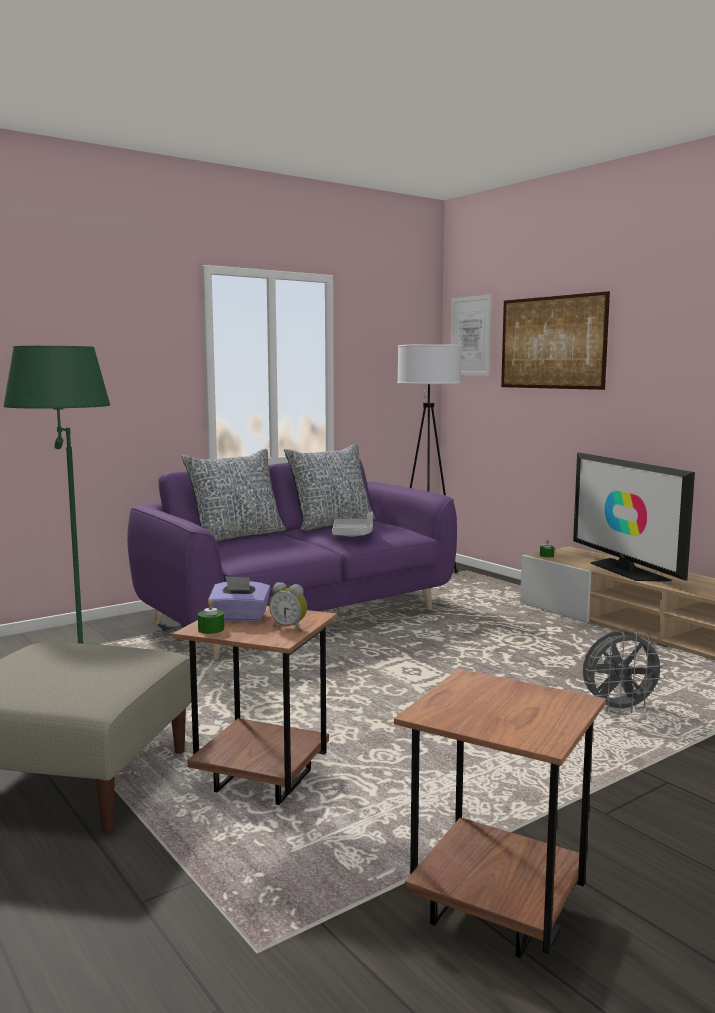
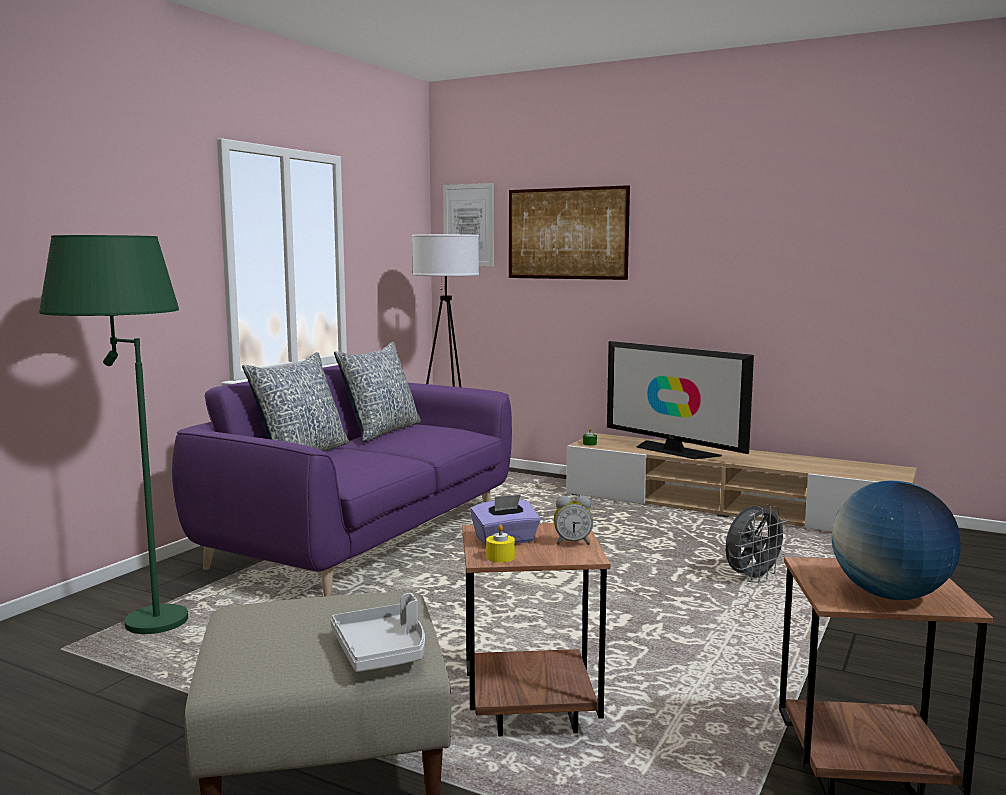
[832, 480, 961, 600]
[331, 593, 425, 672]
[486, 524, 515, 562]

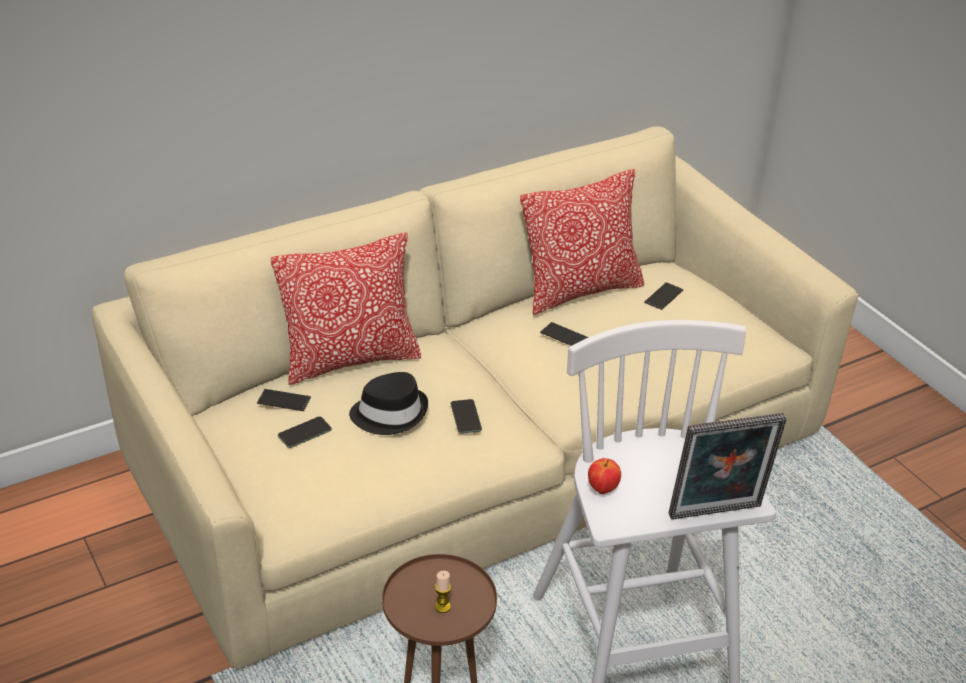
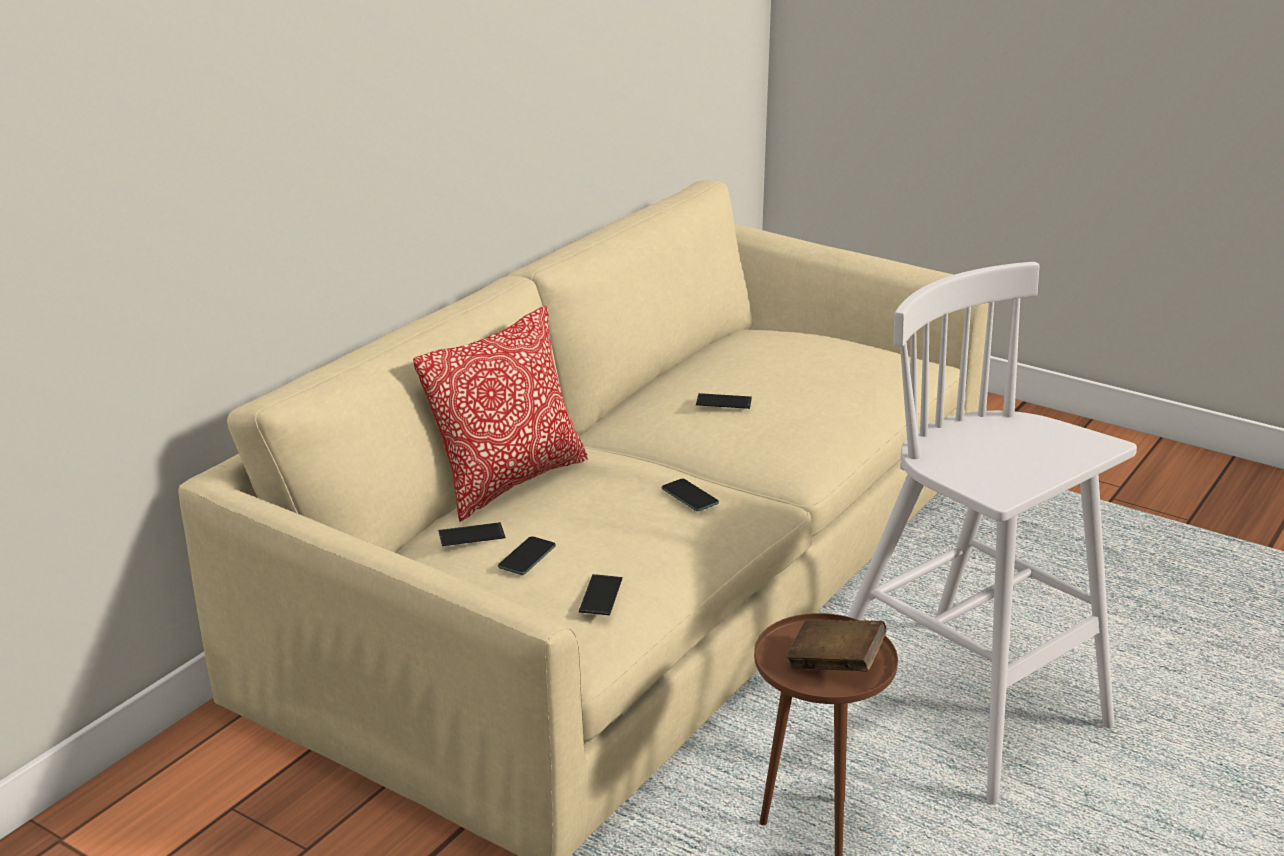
[349, 372, 428, 435] (first image)
[520, 169, 644, 315] (first image)
[588, 458, 621, 494] (first image)
[669, 413, 787, 520] (first image)
[579, 574, 623, 615]
[786, 620, 886, 671]

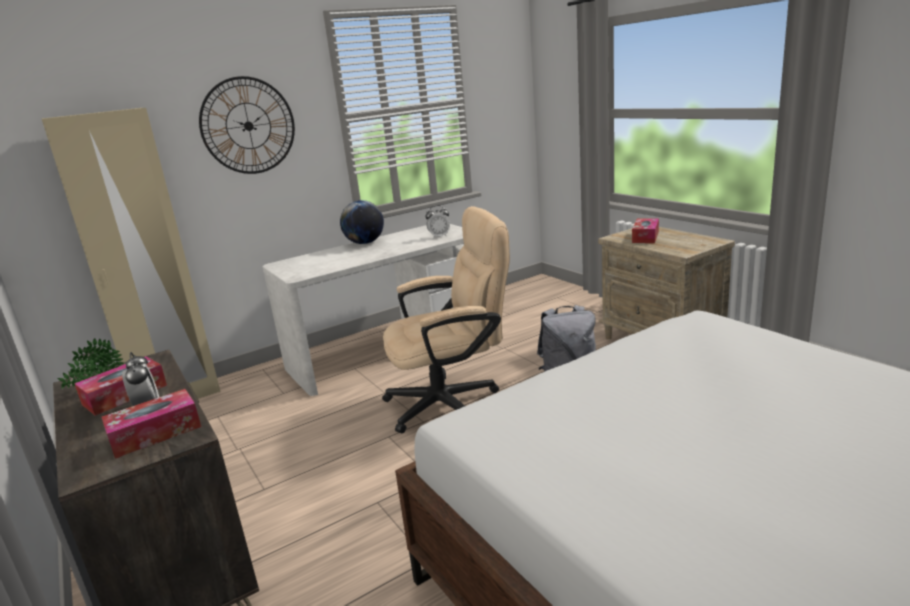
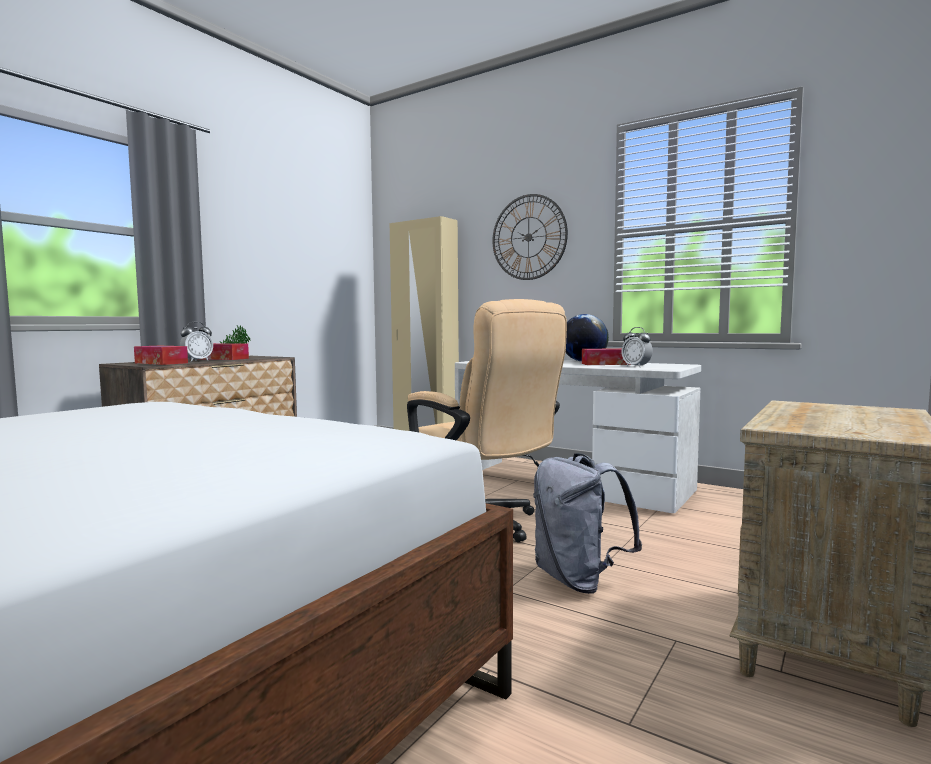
[582, 348, 630, 365]

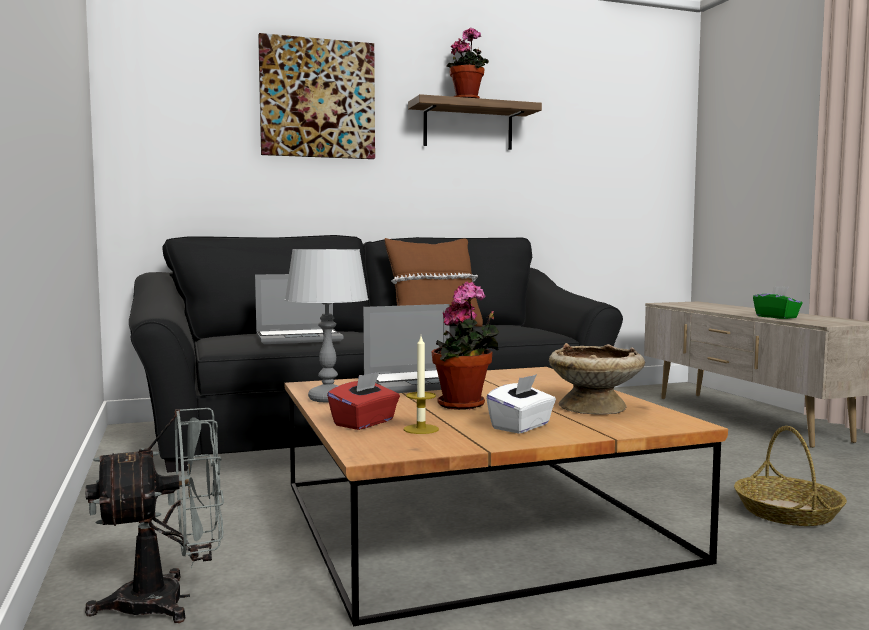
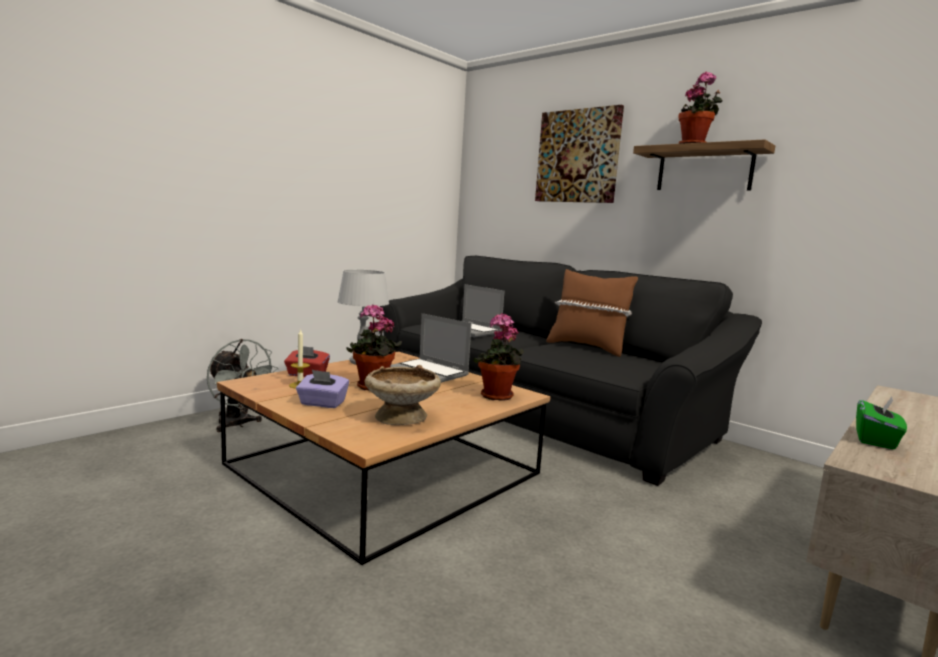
[734, 426, 847, 526] (first image)
[473, 313, 524, 400]
[296, 370, 349, 408]

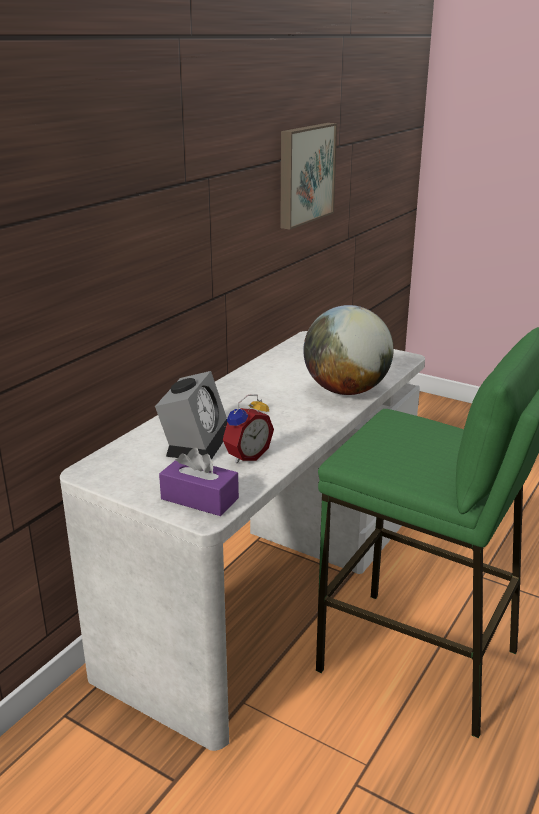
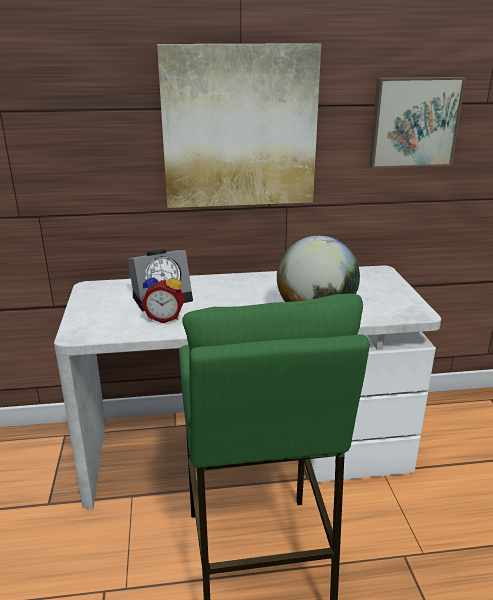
[159, 448, 239, 516] (first image)
[157, 43, 321, 208]

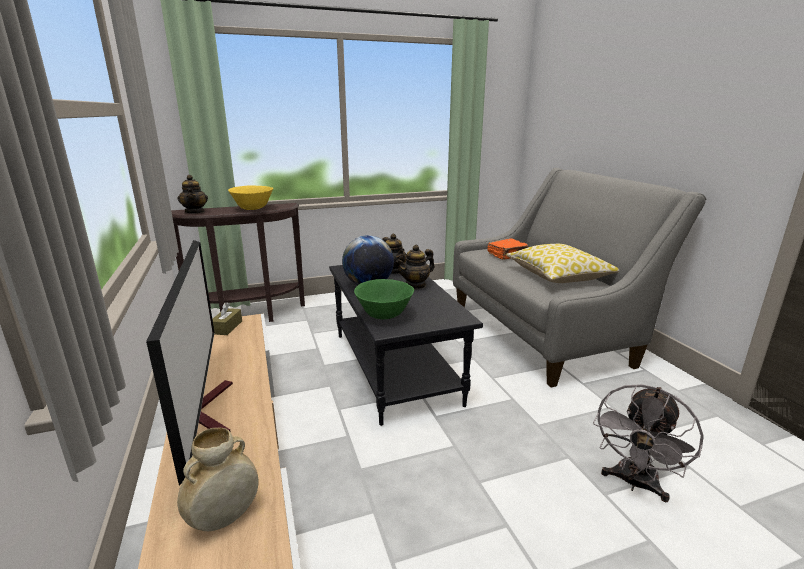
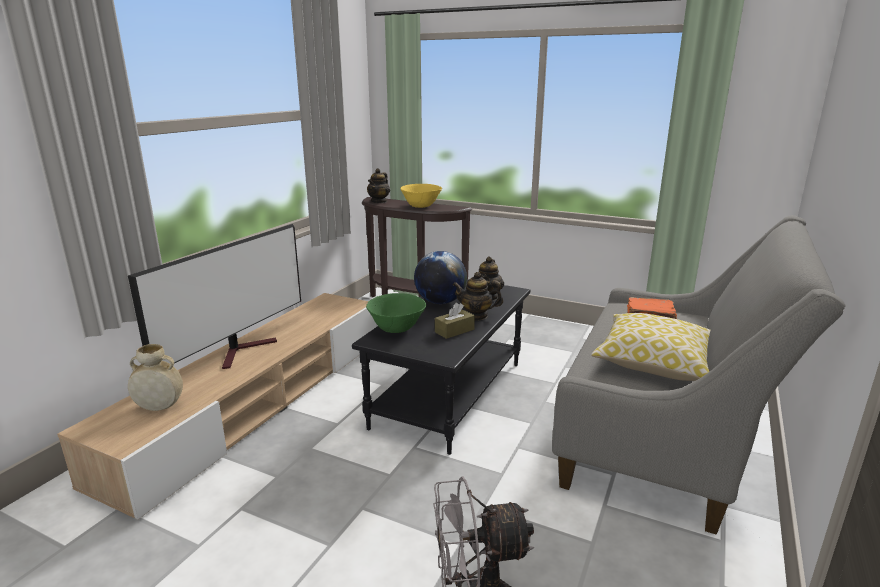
[435, 303, 475, 339]

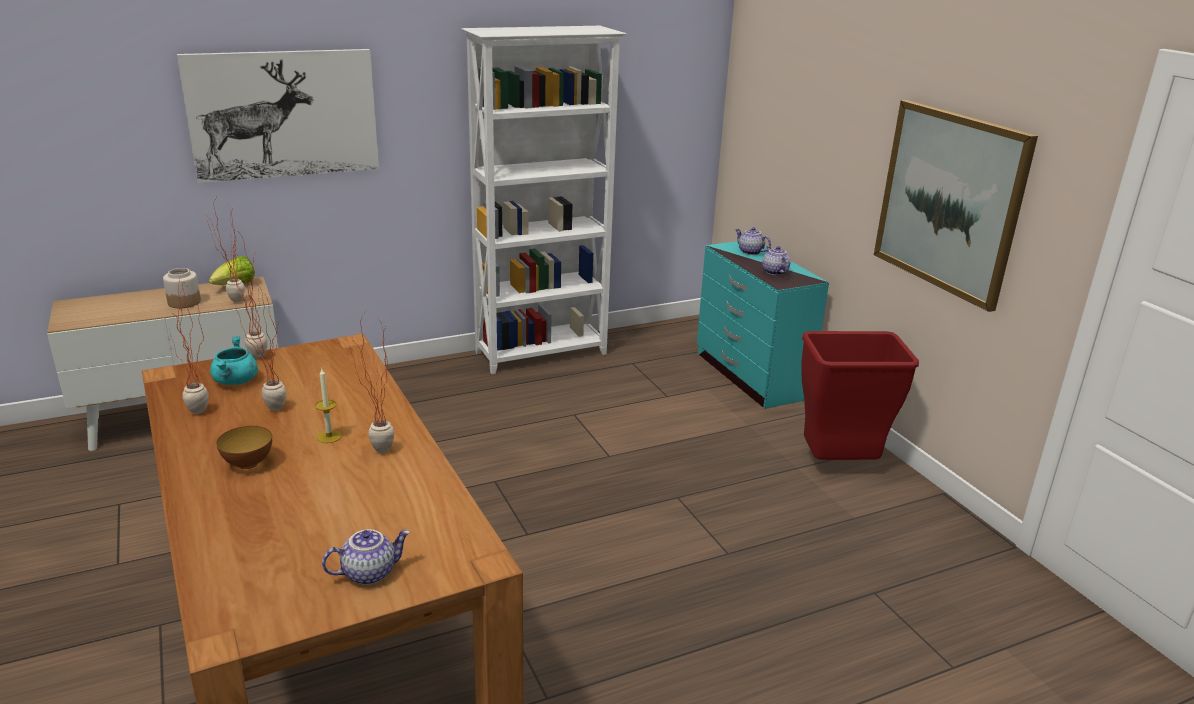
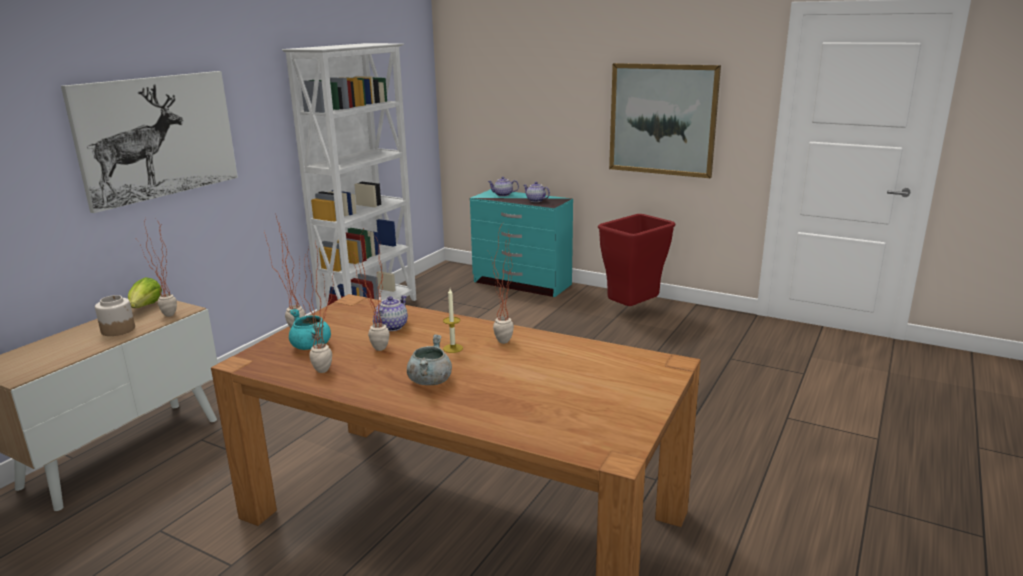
[373, 295, 408, 331]
[407, 334, 452, 385]

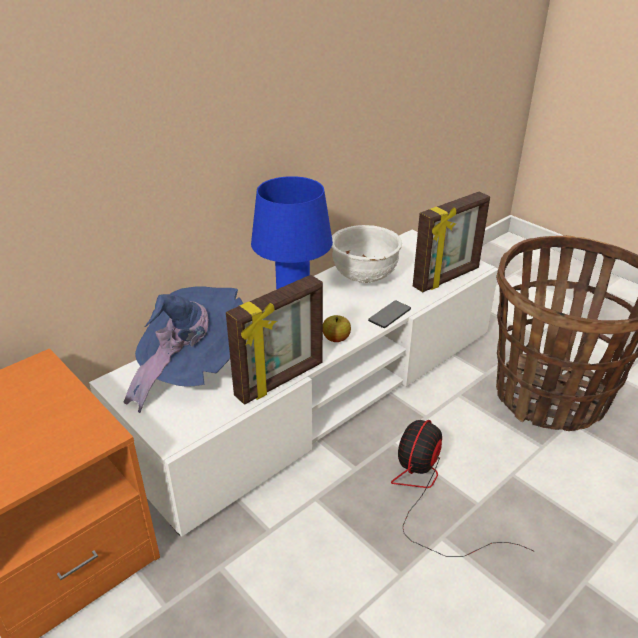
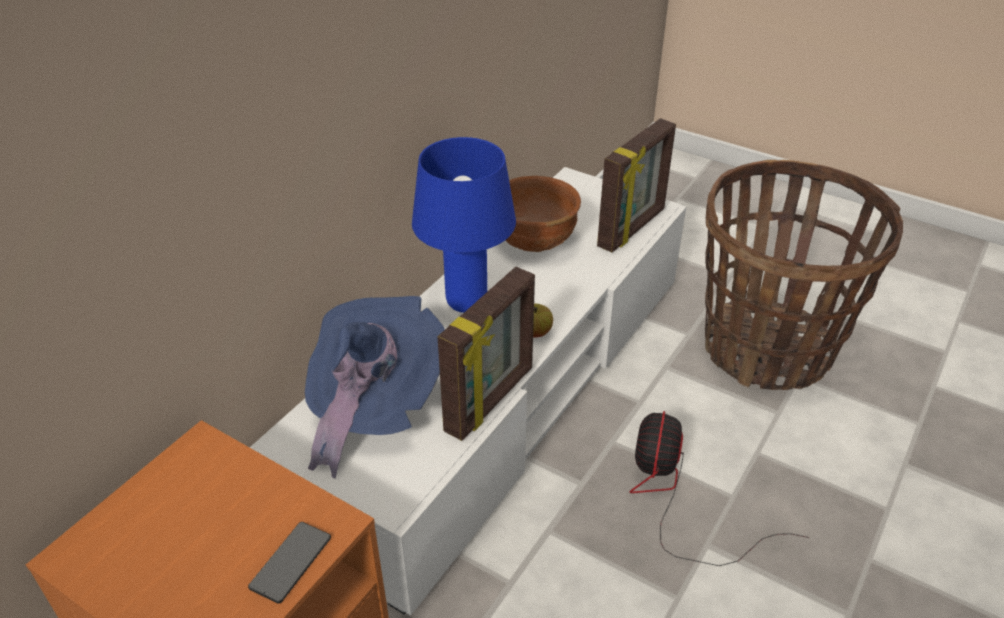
[248, 522, 331, 604]
[505, 176, 581, 252]

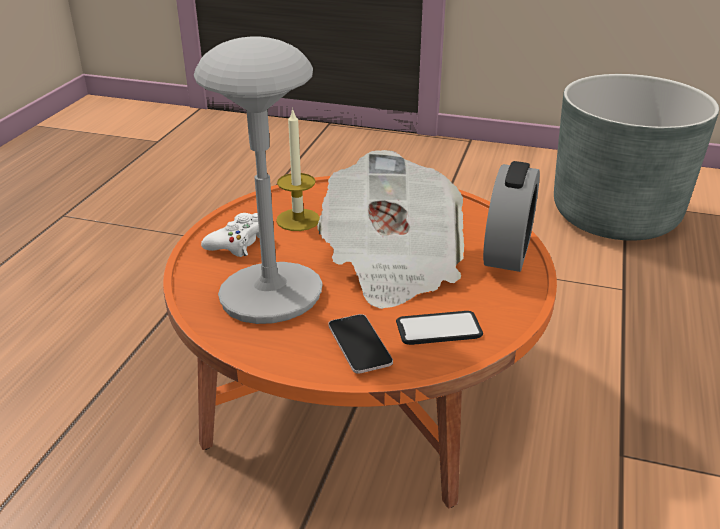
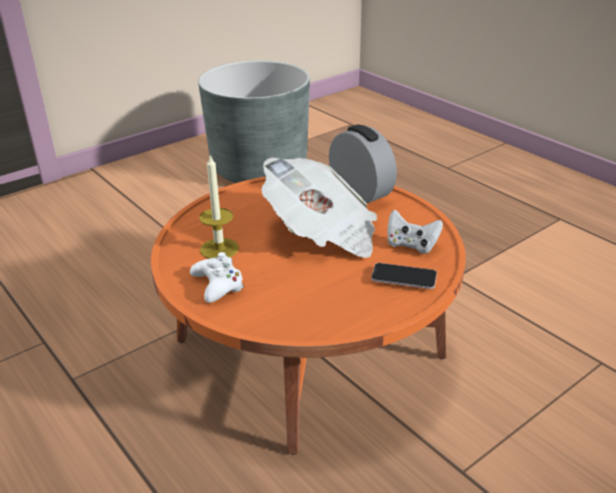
[194, 37, 323, 324] (first image)
[387, 210, 443, 254]

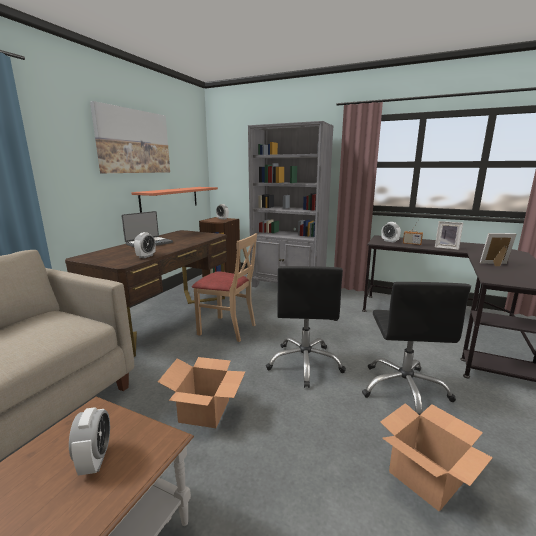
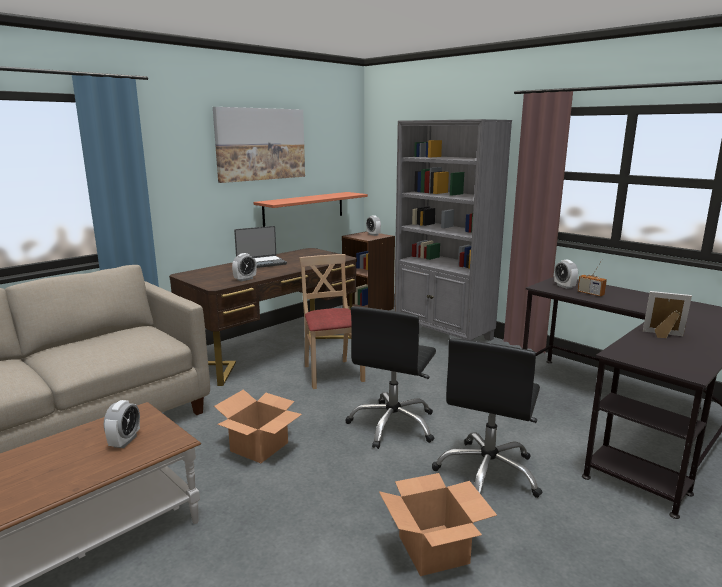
[435, 221, 463, 250] (first image)
[299, 254, 365, 389]

